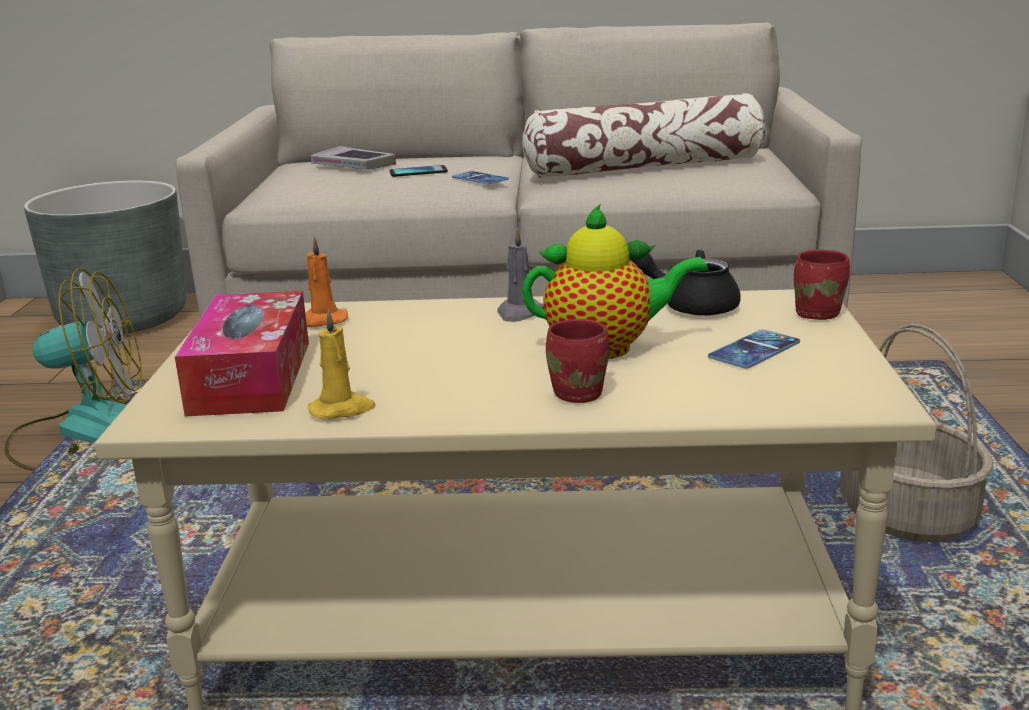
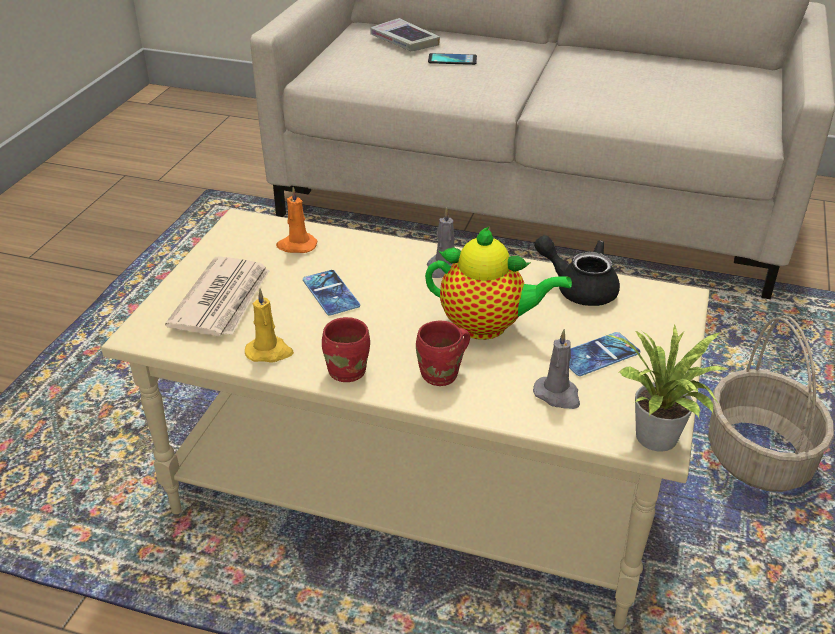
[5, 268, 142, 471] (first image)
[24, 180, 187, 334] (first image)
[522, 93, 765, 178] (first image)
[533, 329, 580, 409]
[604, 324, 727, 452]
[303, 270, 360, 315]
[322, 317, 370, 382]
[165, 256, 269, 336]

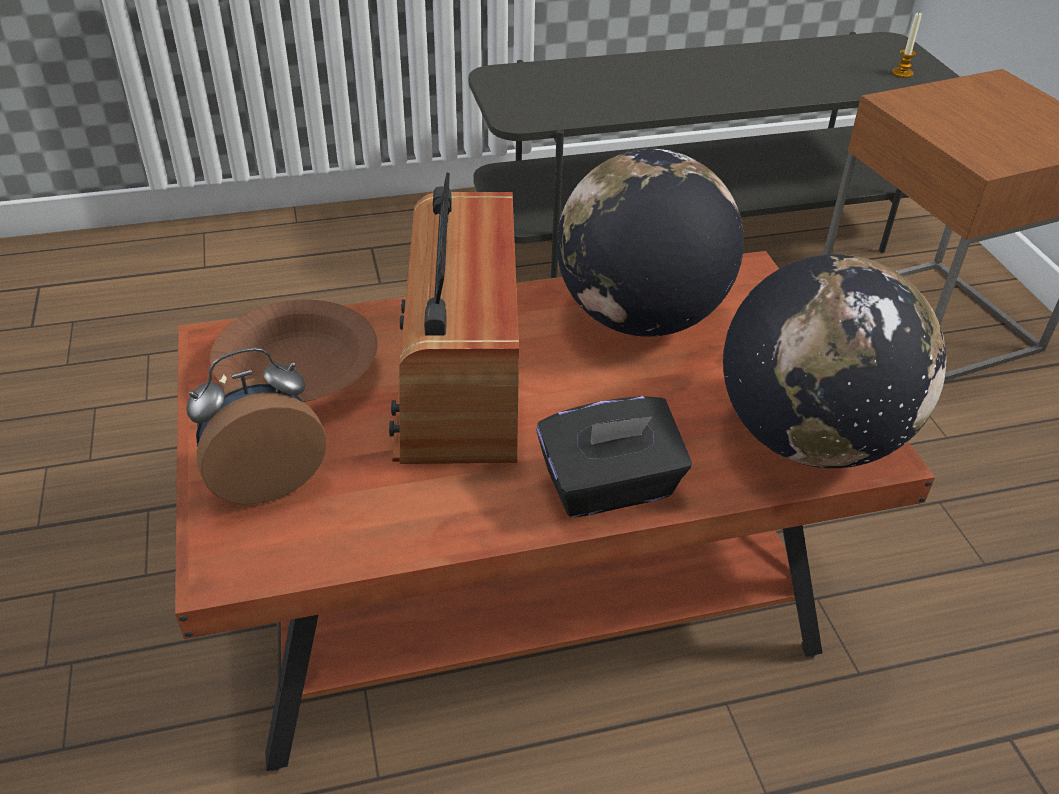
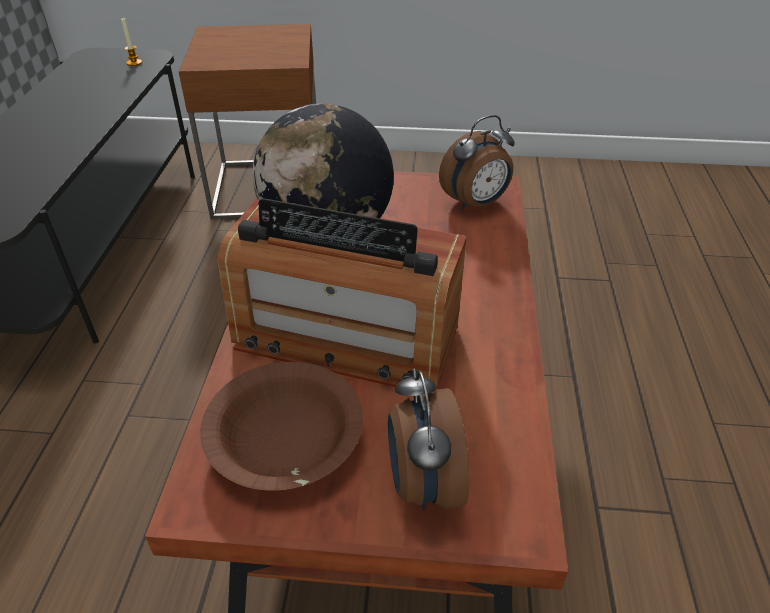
[536, 396, 692, 518] (first image)
[439, 115, 515, 210]

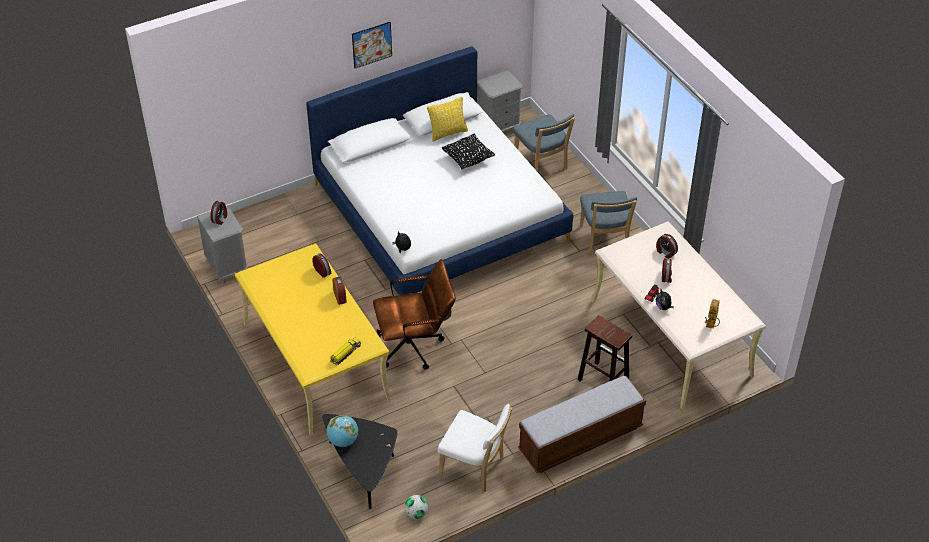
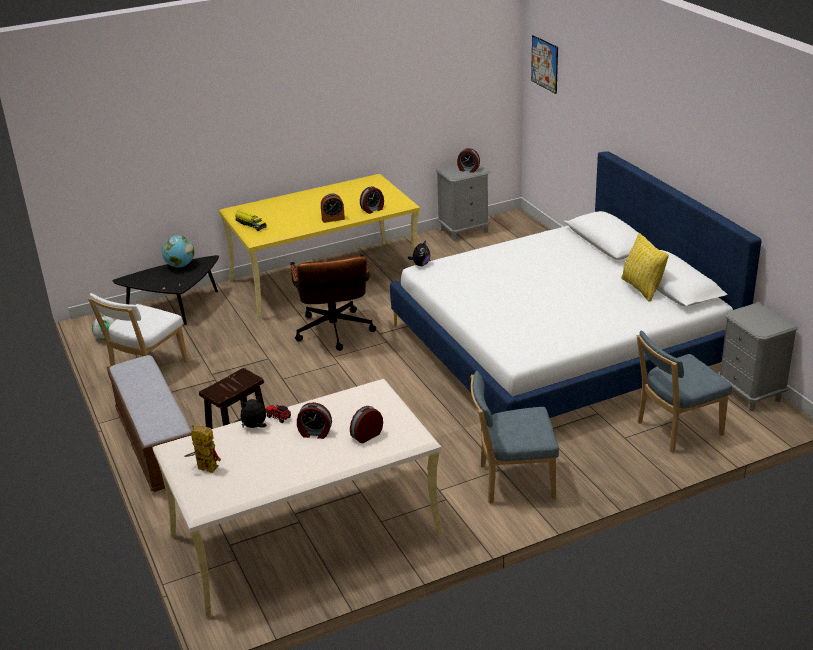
[442, 134, 495, 169] (first image)
[531, 35, 558, 94]

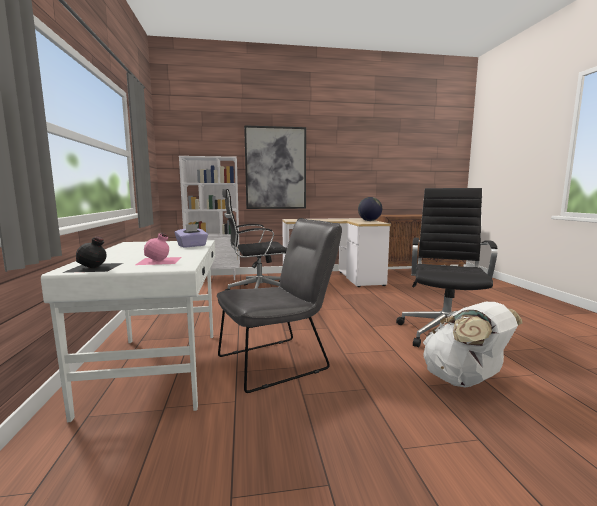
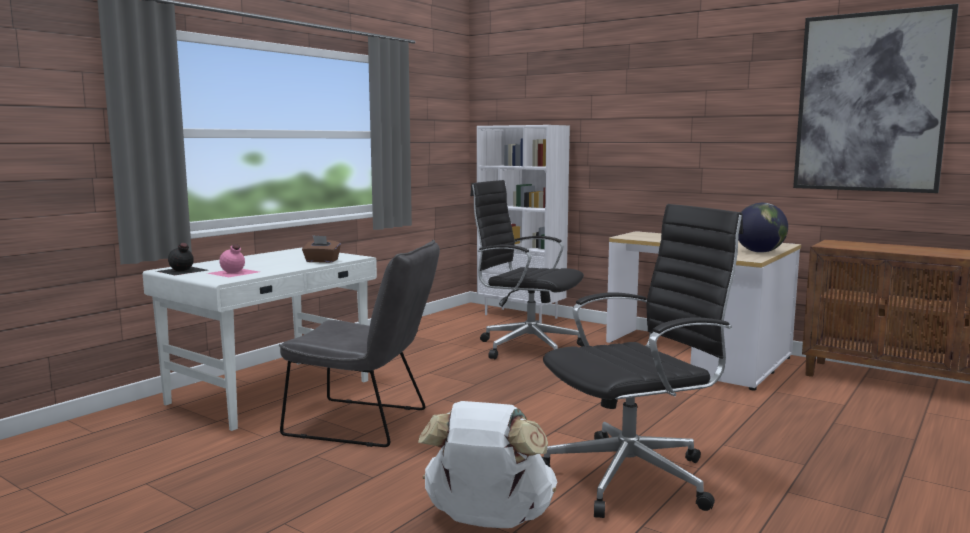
[793, 4, 959, 193]
[302, 235, 341, 263]

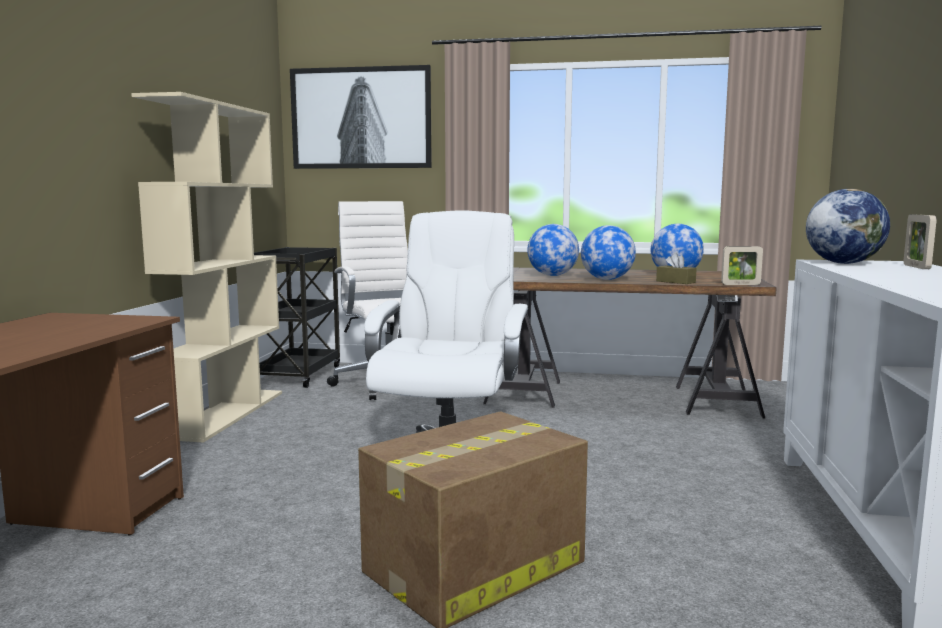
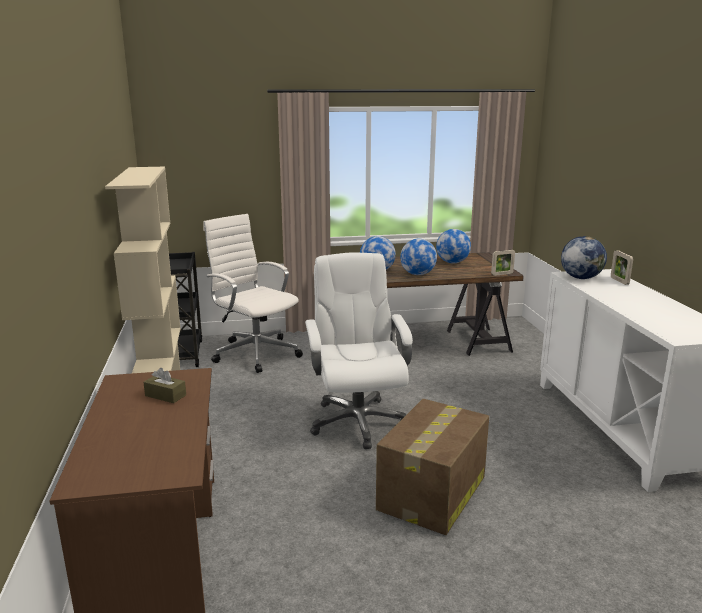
[290, 65, 432, 169] (first image)
[143, 368, 186, 403]

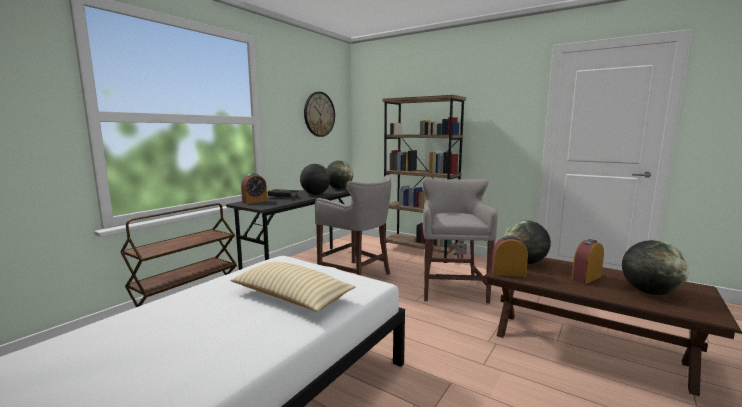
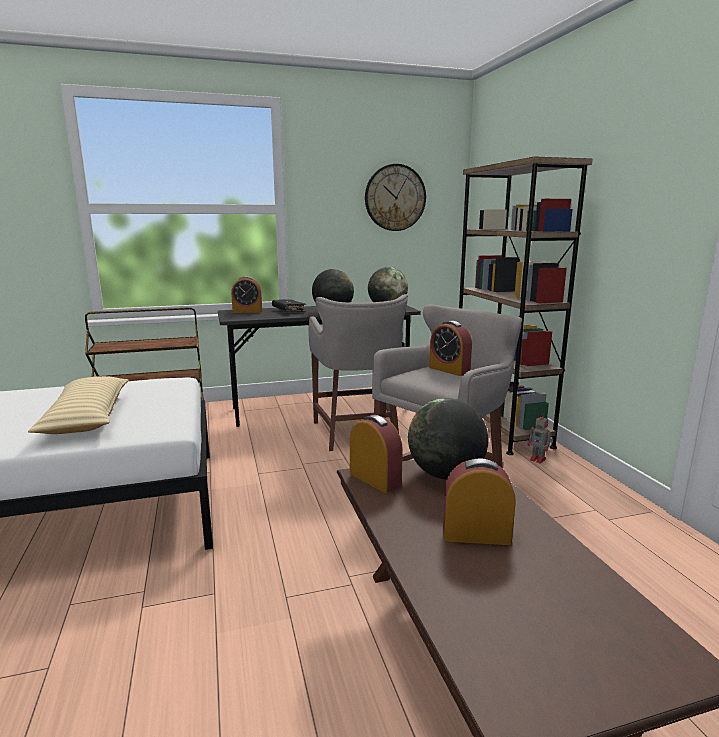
[622, 240, 689, 295] (first image)
[429, 321, 472, 376]

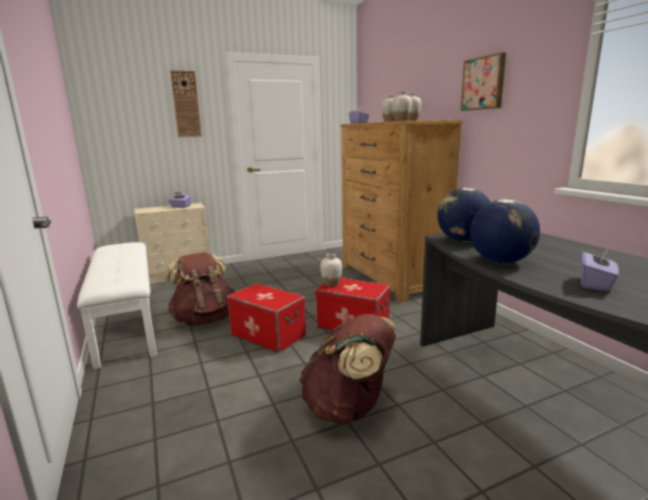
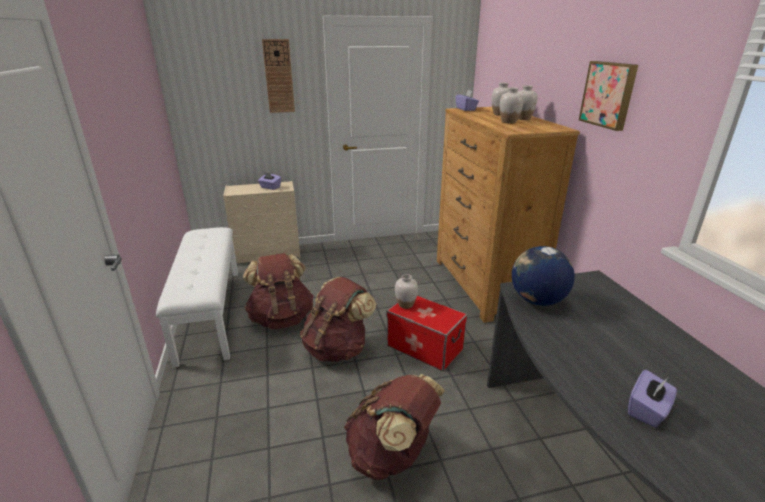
[470, 199, 540, 263] (first image)
[300, 277, 376, 362]

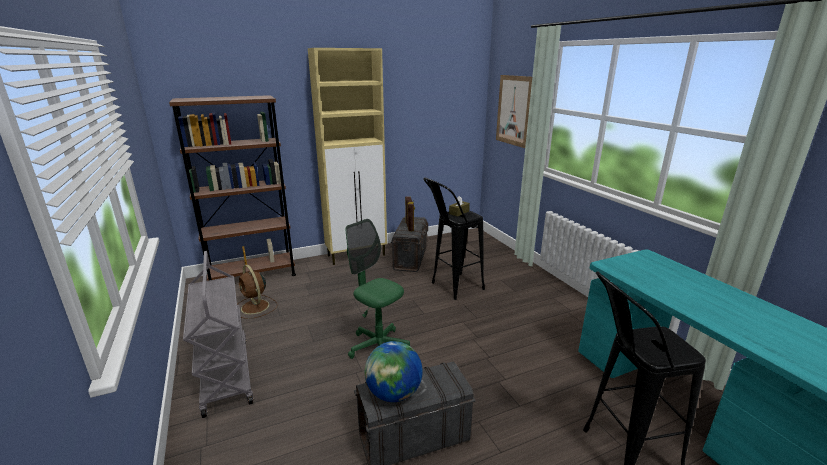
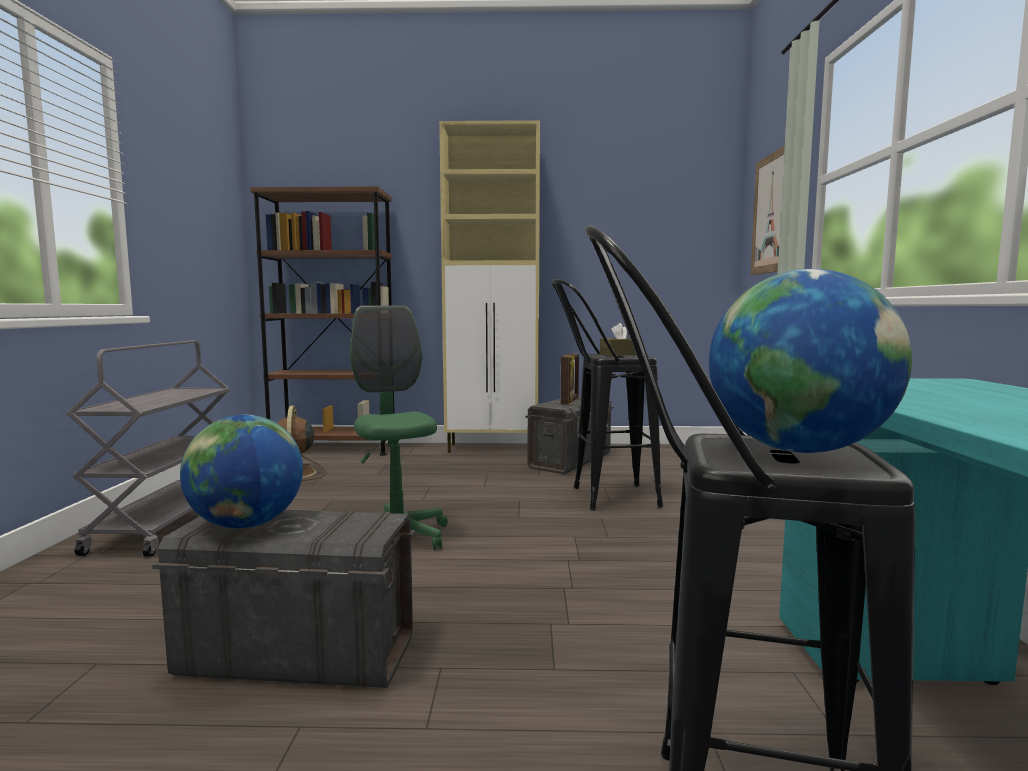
[709, 269, 912, 453]

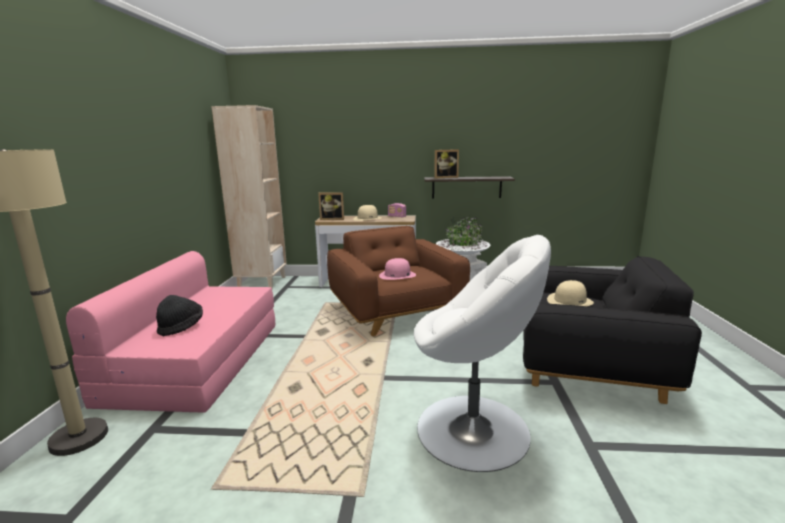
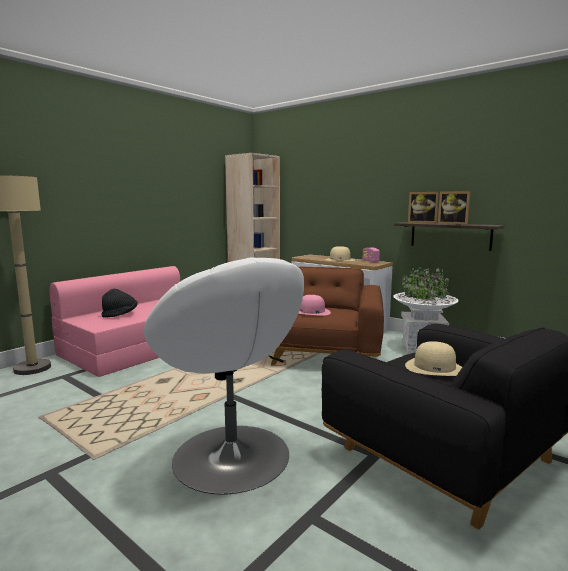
[438, 191, 471, 225]

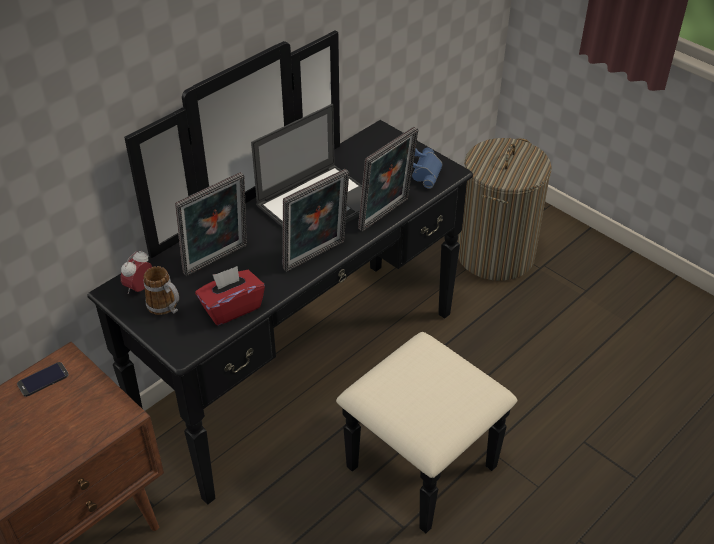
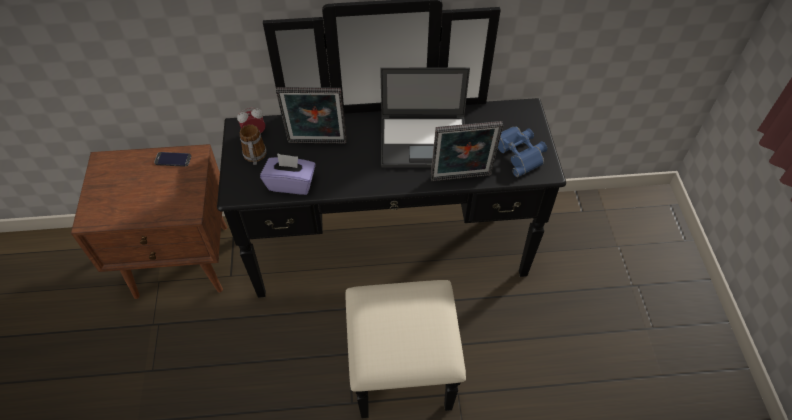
[283, 169, 349, 272] (first image)
[457, 138, 552, 281] (first image)
[260, 153, 316, 195]

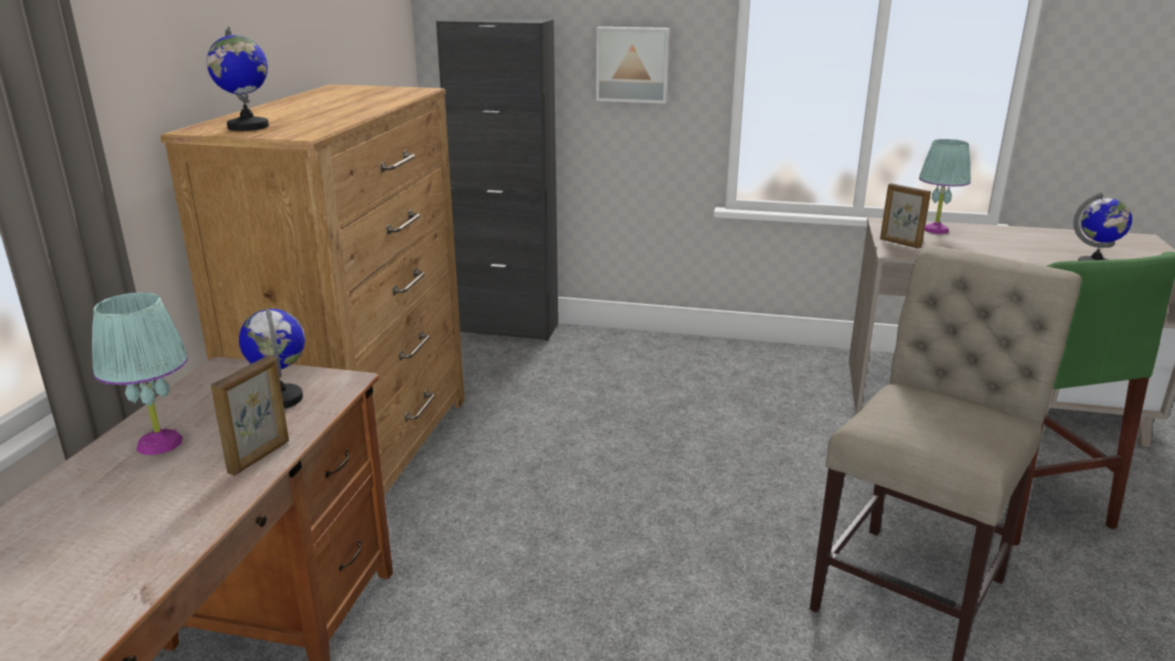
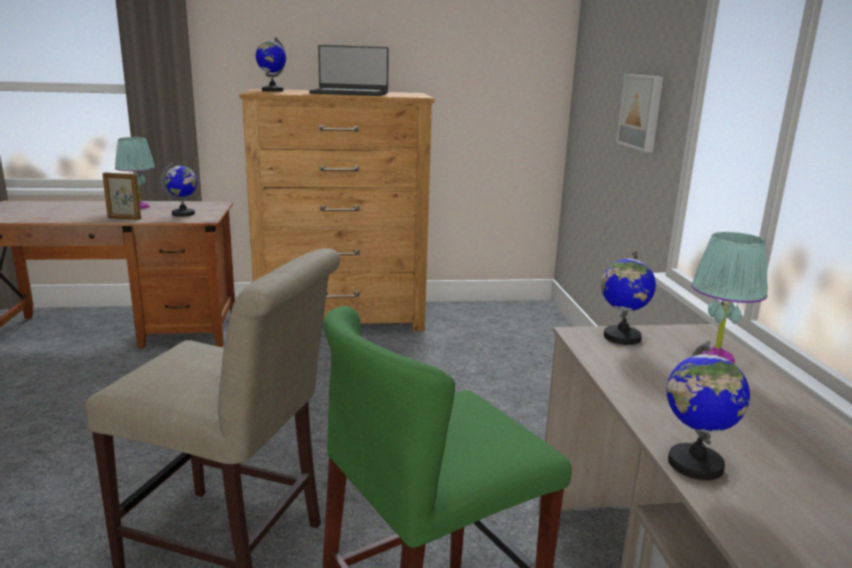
[436, 18, 558, 341] (first image)
[309, 45, 389, 96]
[601, 250, 656, 345]

